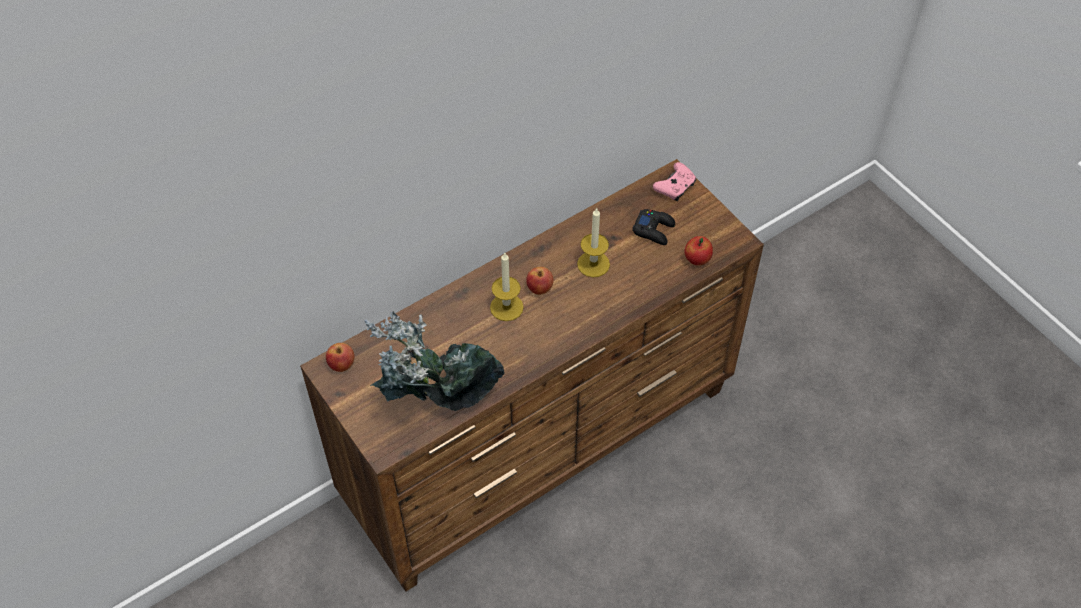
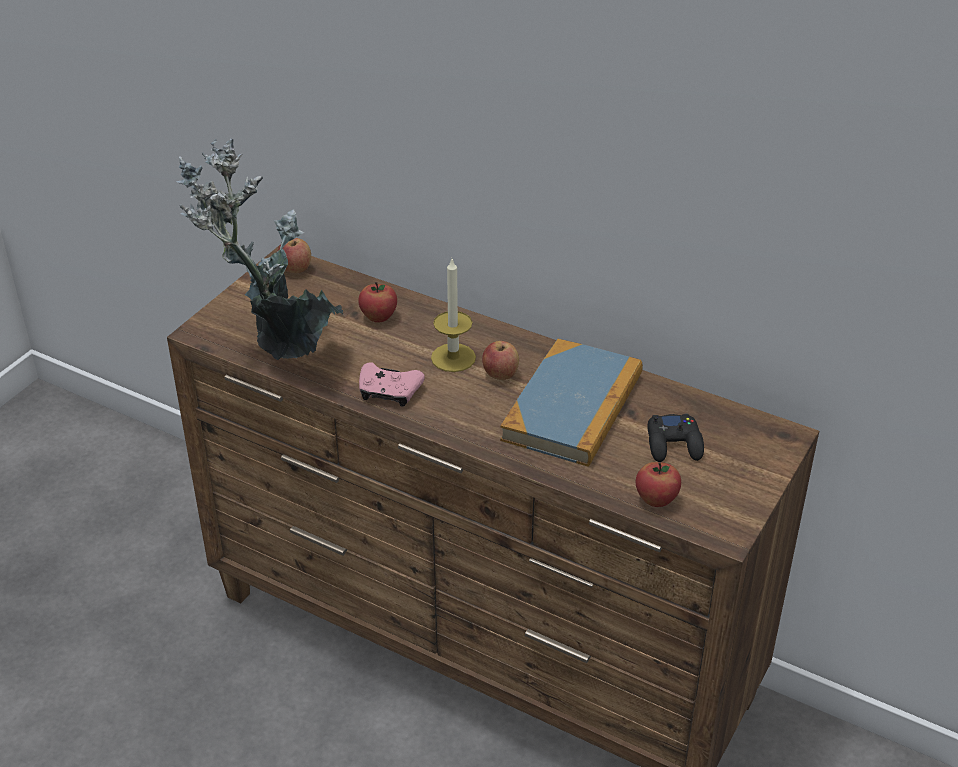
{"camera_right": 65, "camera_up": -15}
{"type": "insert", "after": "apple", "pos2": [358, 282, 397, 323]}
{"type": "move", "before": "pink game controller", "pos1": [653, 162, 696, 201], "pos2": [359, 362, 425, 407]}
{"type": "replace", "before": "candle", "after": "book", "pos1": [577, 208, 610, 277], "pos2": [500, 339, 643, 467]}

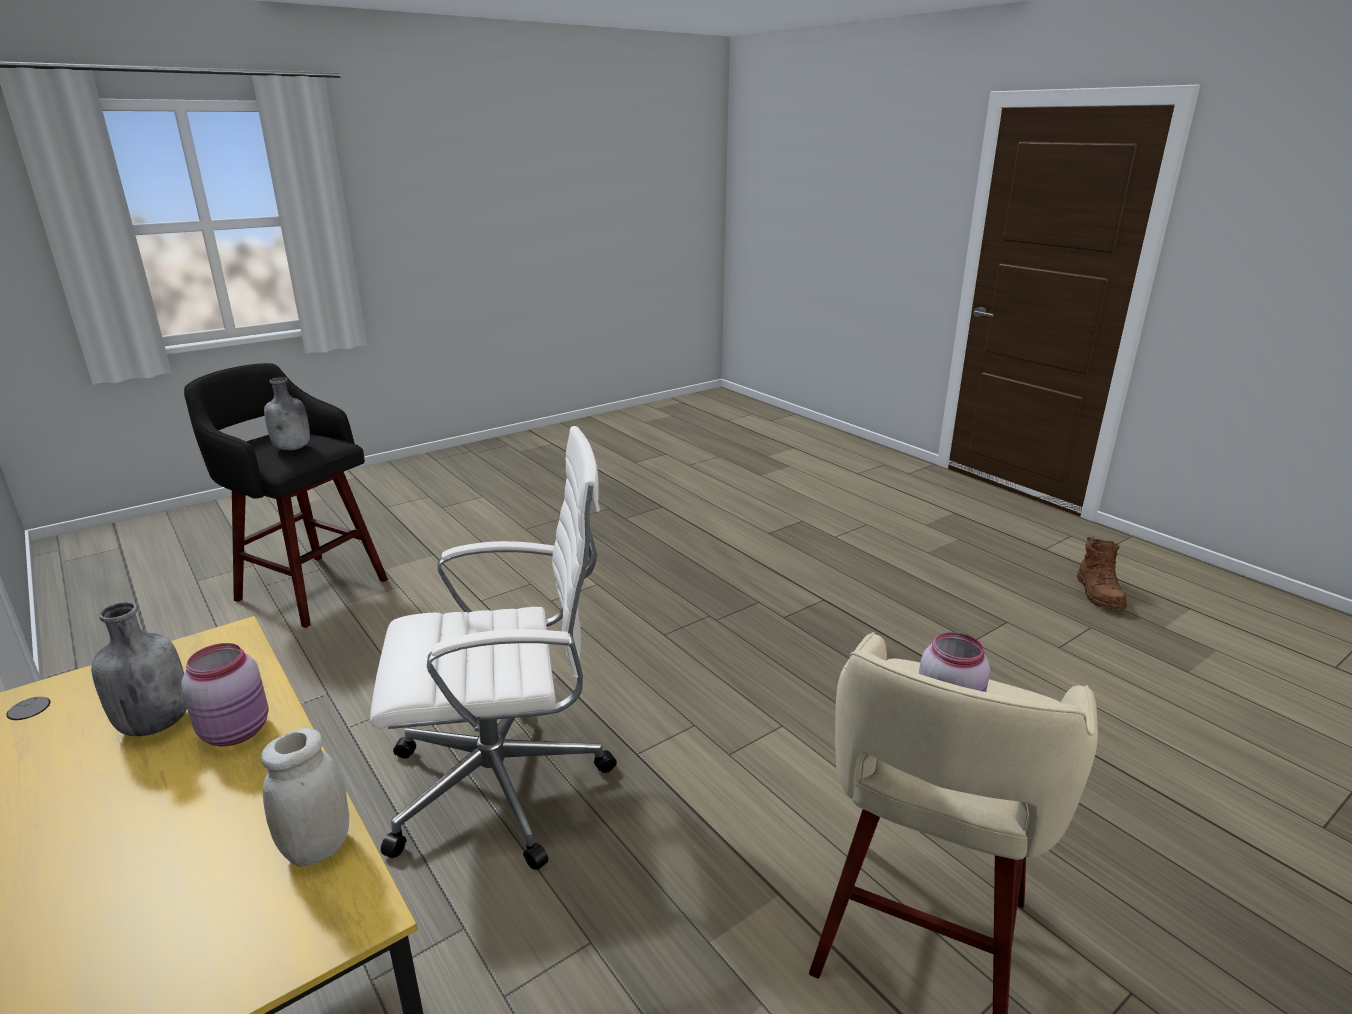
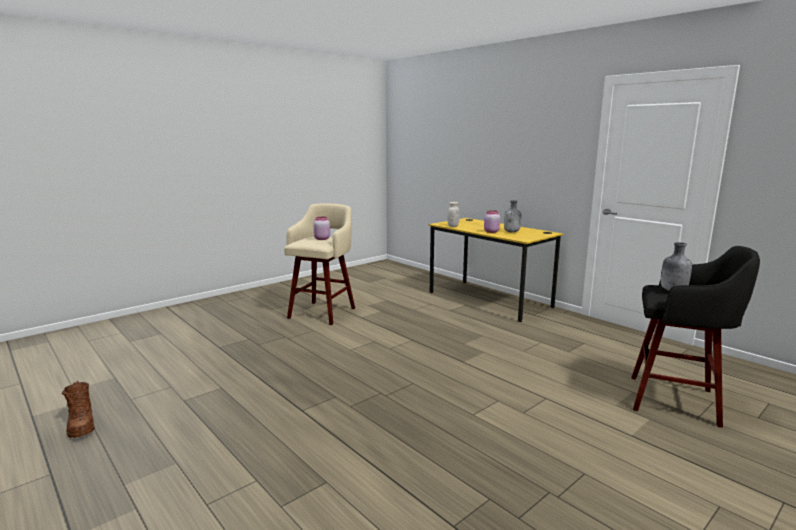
{"camera_right": 175, "camera_up": -10}
{"type": "delete", "before": "white office chair", "pos1": [370, 426, 617, 870]}
{"type": "rotate", "before": "brown boot", "pos1": [1077, 537, 1127, 609], "pos2": [62, 381, 95, 438], "turn": 150}

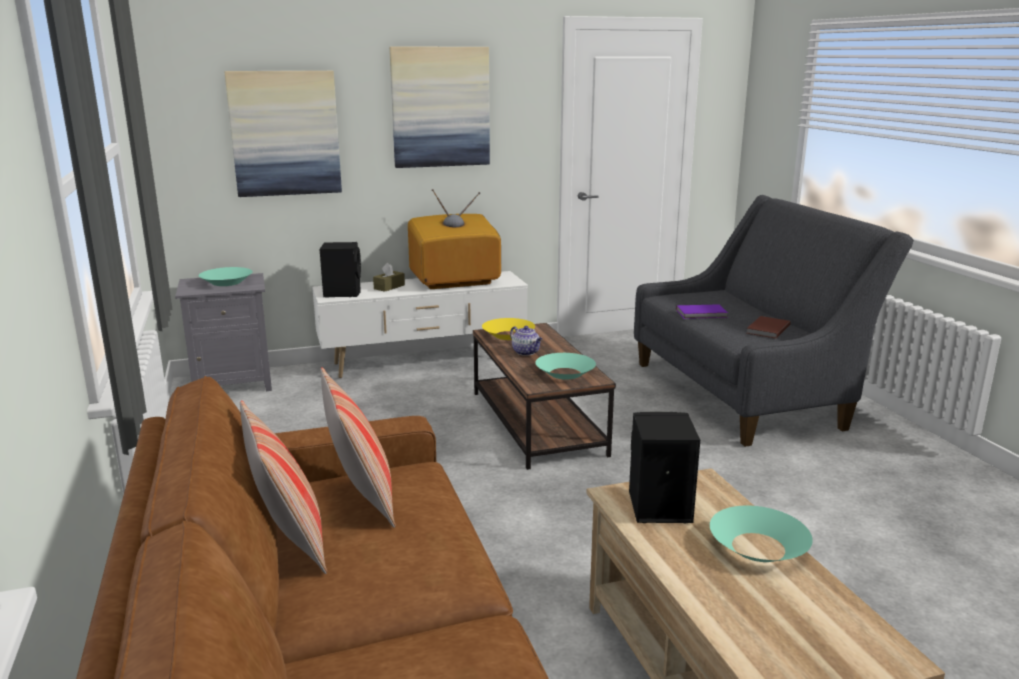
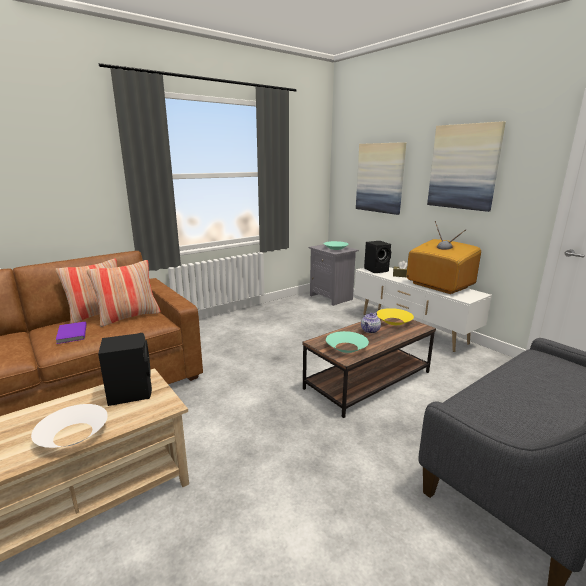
{"camera_right": 70, "camera_up": 0}
{"type": "delete", "before": "brown book", "pos1": [747, 316, 791, 339]}
{"type": "move", "before": "purple book", "pos1": [676, 304, 728, 319], "pos2": [56, 322, 87, 344]}
{"type": "recolor", "before": "turquoise bowl", "after": "white bowl", "pos1": [710, 506, 813, 562], "pos2": [31, 404, 108, 448]}

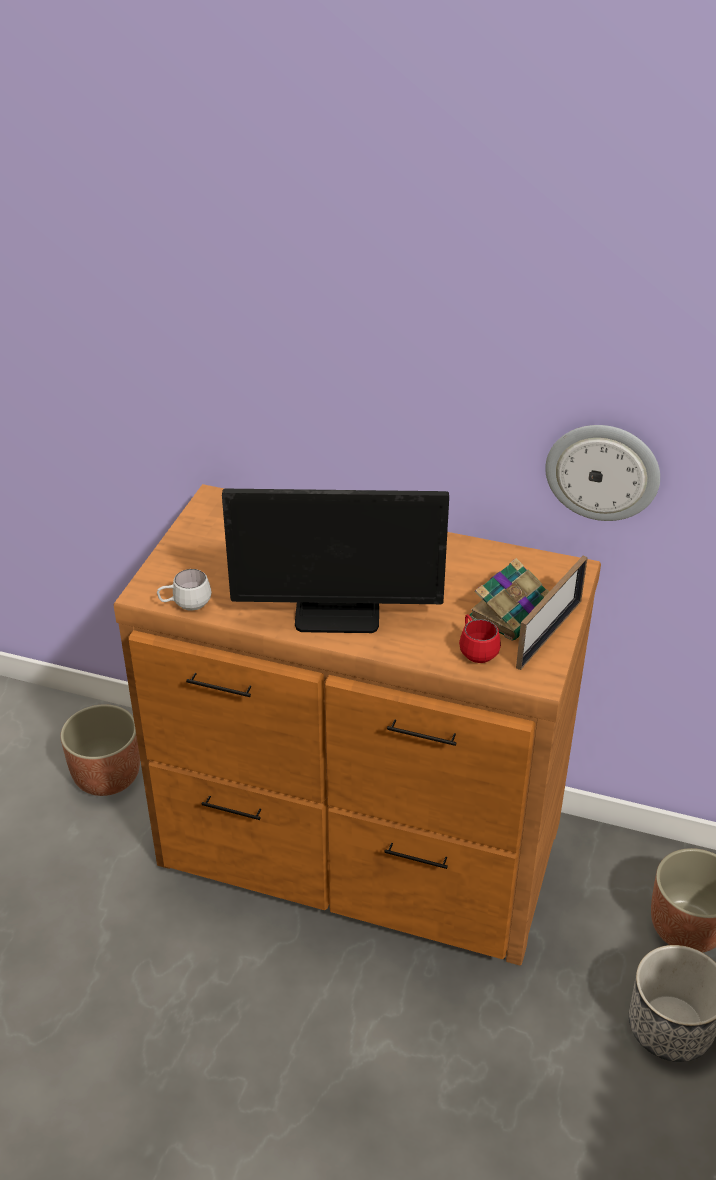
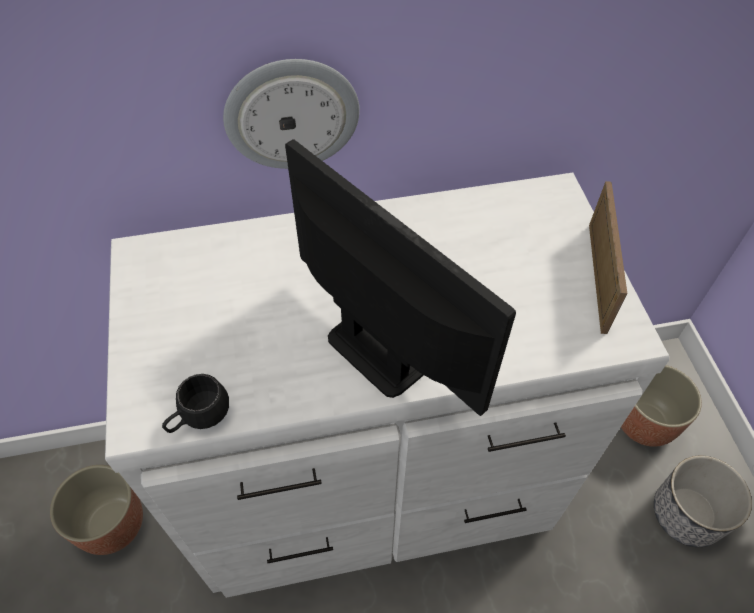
{"camera_right": -30, "camera_up": 15}
{"type": "delete", "before": "red mug", "pos1": [459, 615, 501, 663]}
{"type": "delete", "before": "book", "pos1": [469, 558, 550, 641]}
{"type": "move", "before": "wall clock", "pos1": [545, 425, 660, 521], "pos2": [223, 59, 360, 169]}
{"type": "recolor", "before": "brown dresser", "after": "white dresser", "pos1": [114, 484, 601, 966], "pos2": [105, 173, 669, 598]}
{"type": "recolor", "before": "white mug", "after": "black mug", "pos1": [157, 569, 212, 611], "pos2": [162, 374, 229, 433]}
{"type": "rotate", "before": "monitor", "pos1": [222, 489, 449, 633], "pos2": [285, 139, 516, 416], "turn": -105}

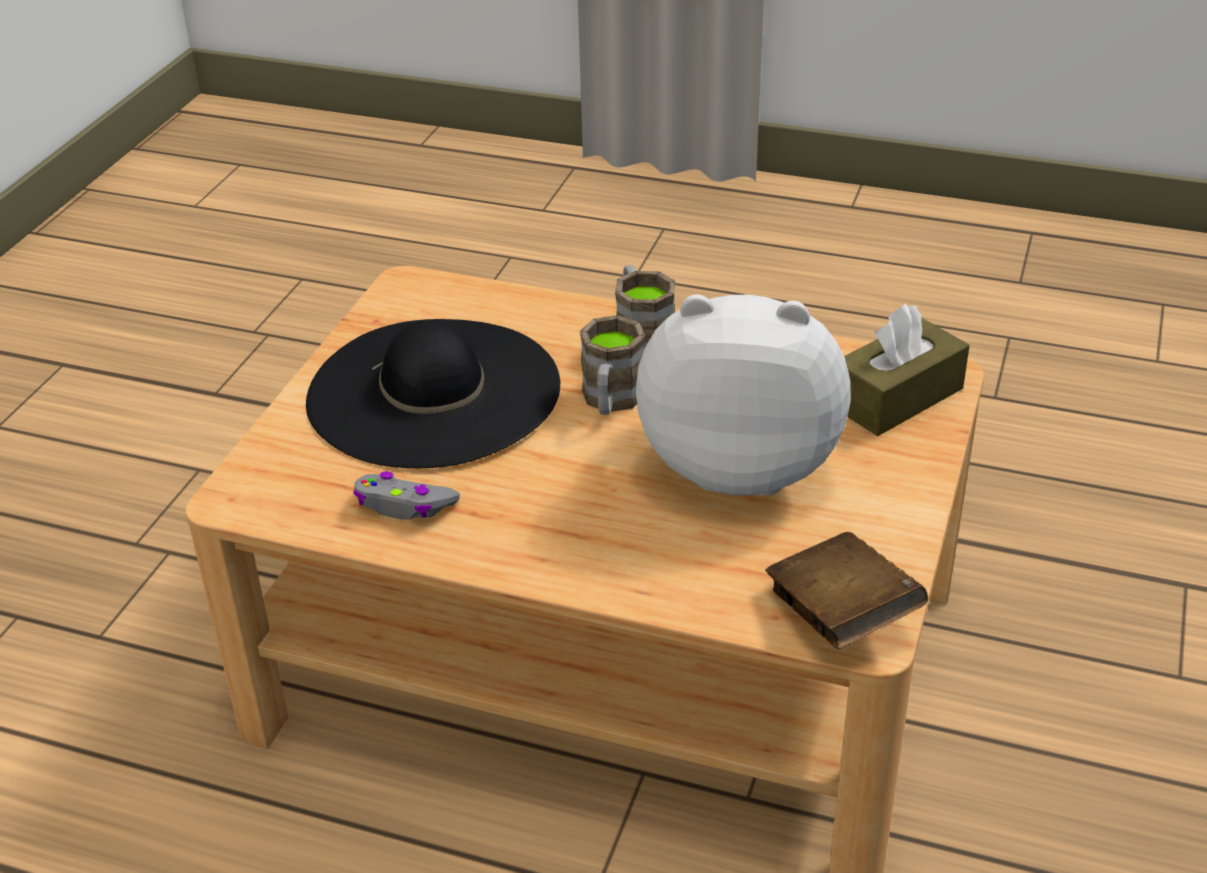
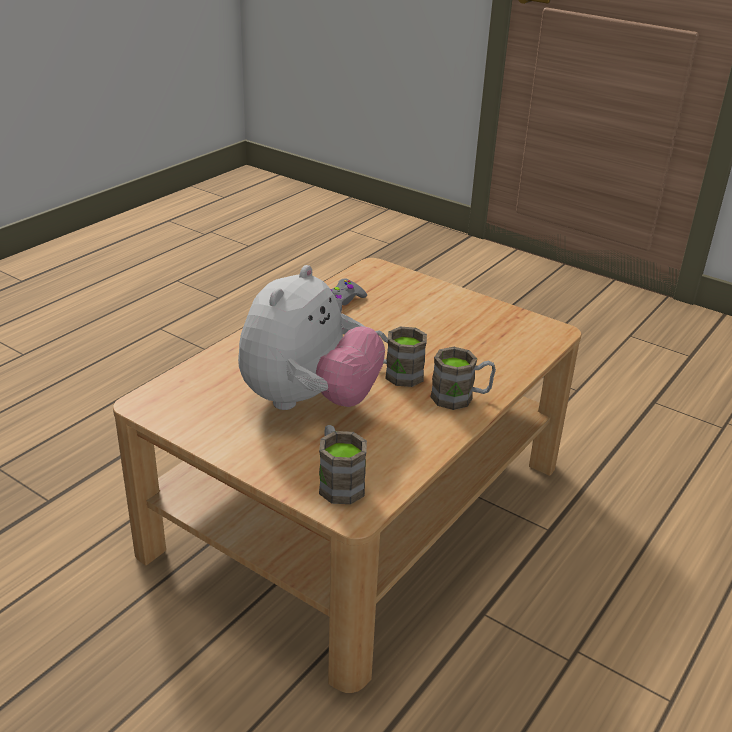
{"camera_right": 105, "camera_up": -5}
{"type": "delete", "before": "black hat", "pos1": [306, 319, 560, 468]}
{"type": "delete", "before": "brown book", "pos1": [765, 532, 928, 649]}
{"type": "replace", "before": "brown tissue box", "after": "brown mug", "pos1": [844, 304, 969, 436], "pos2": [319, 425, 367, 504]}

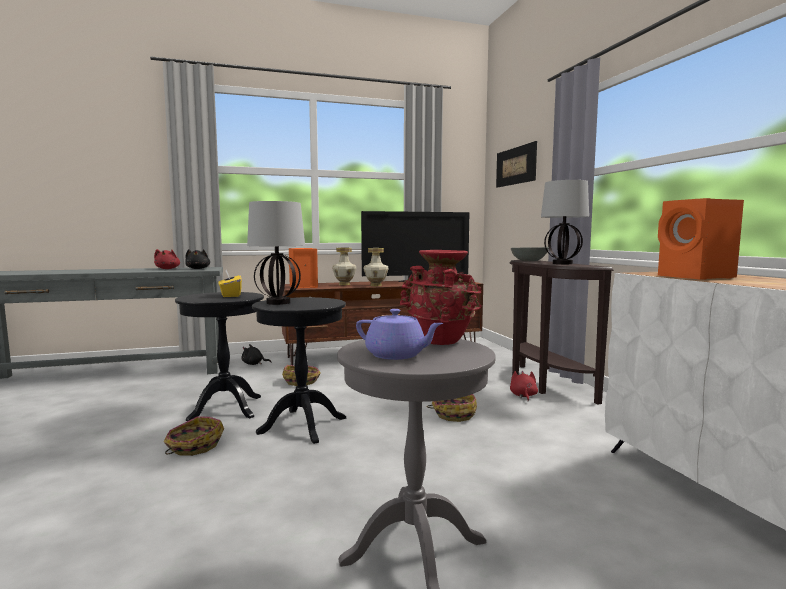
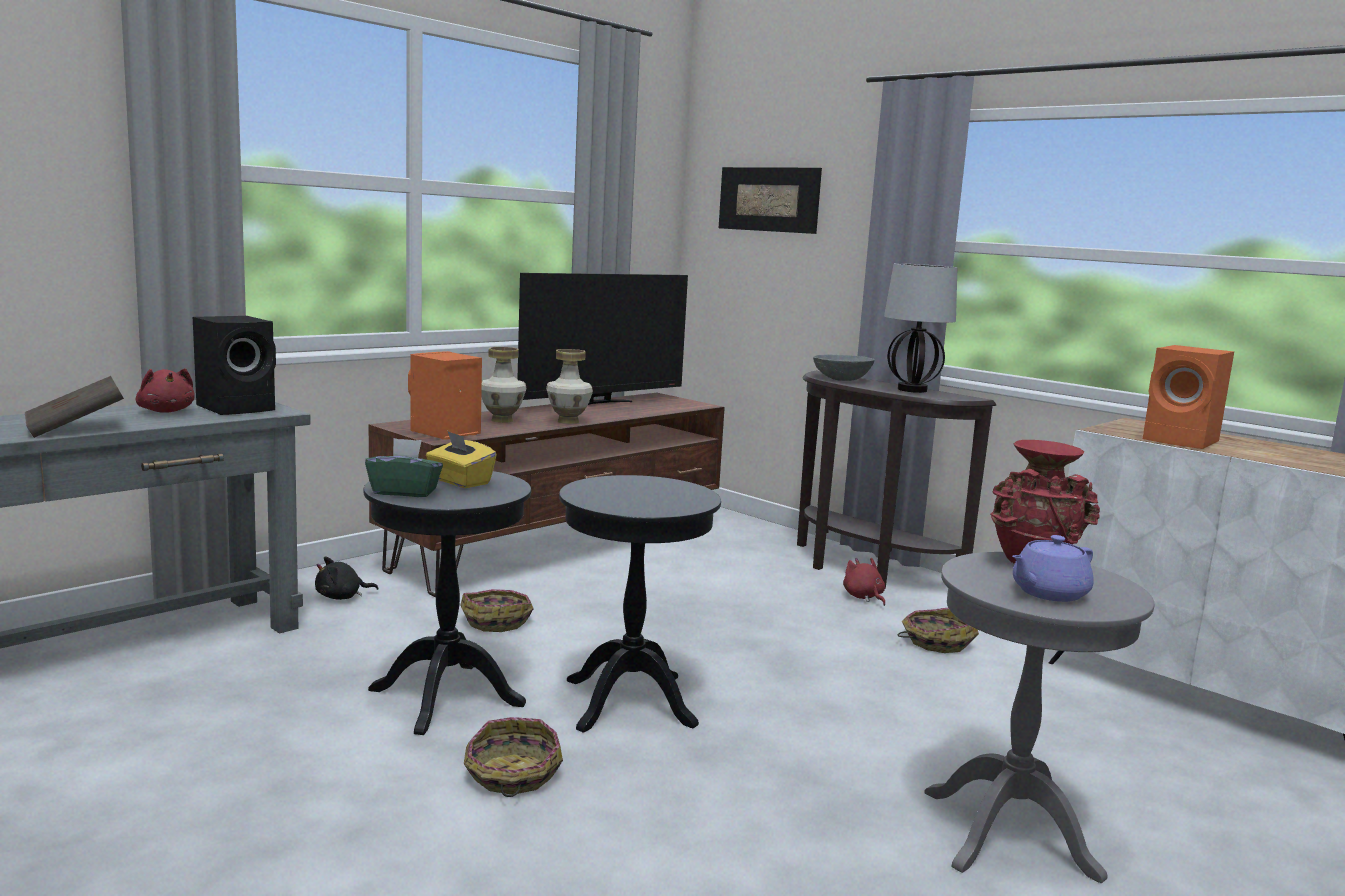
{"camera_right": -30, "camera_up": 5}
{"type": "delete", "before": "table lamp", "pos1": [247, 201, 305, 305]}
{"type": "insert", "after": "brown book", "pos2": [25, 376, 124, 438]}
{"type": "insert", "after": "green tissue box", "pos2": [365, 438, 443, 497]}
{"type": "move", "before": "basket", "pos1": [427, 394, 477, 422], "pos2": [898, 608, 979, 653]}
{"type": "replace", "before": "black plush toy", "after": "black speaker", "pos1": [185, 249, 210, 269], "pos2": [193, 316, 276, 415]}
{"type": "rotate", "before": "purple teapot", "pos1": [356, 309, 443, 360], "pos2": [1012, 535, 1094, 602], "turn": 150}

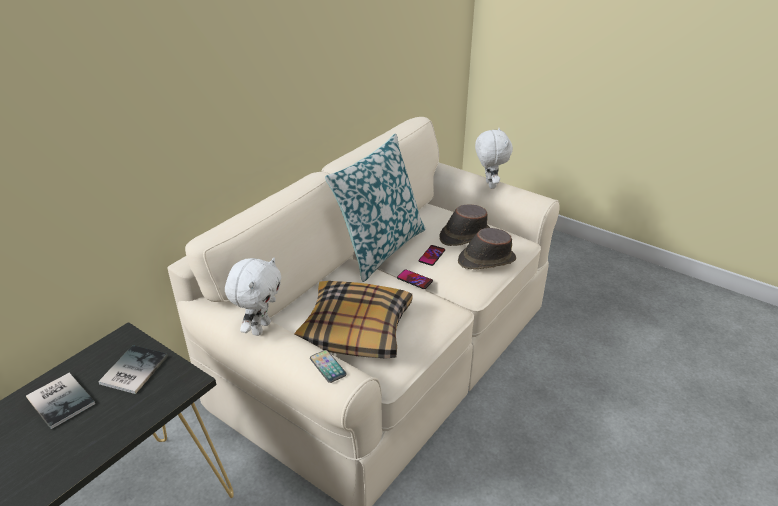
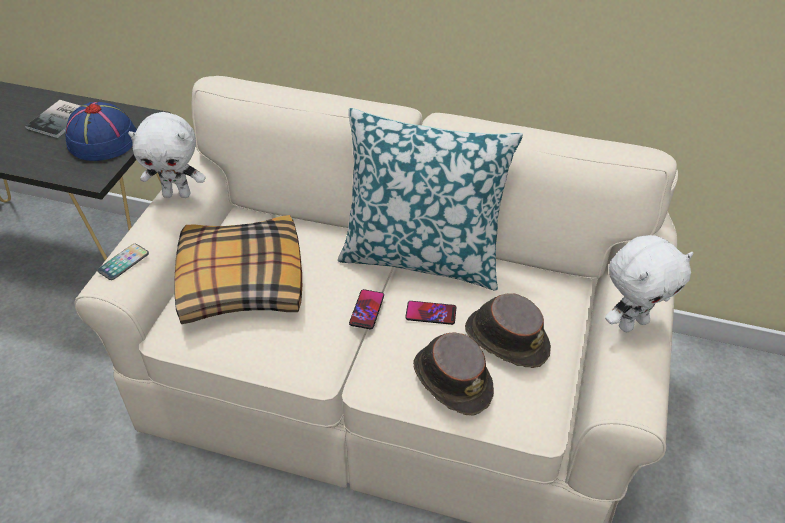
{"camera_right": 70, "camera_up": 10}
{"type": "replace", "before": "book", "after": "blue hat", "pos1": [98, 345, 168, 394], "pos2": [65, 102, 137, 161]}

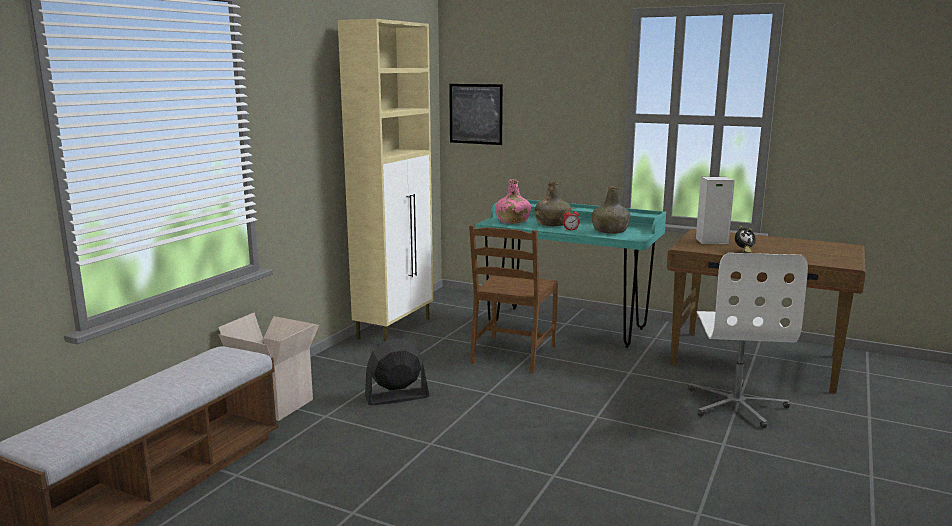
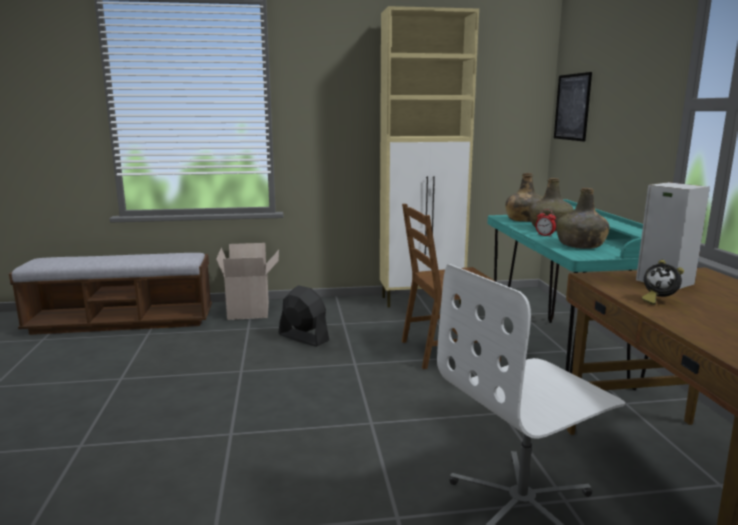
{"camera_right": 55, "camera_up": 0}
{"type": "recolor", "before": "pink bottle", "after": "green bottle", "pos1": [495, 179, 531, 224], "pos2": [505, 173, 543, 222]}

